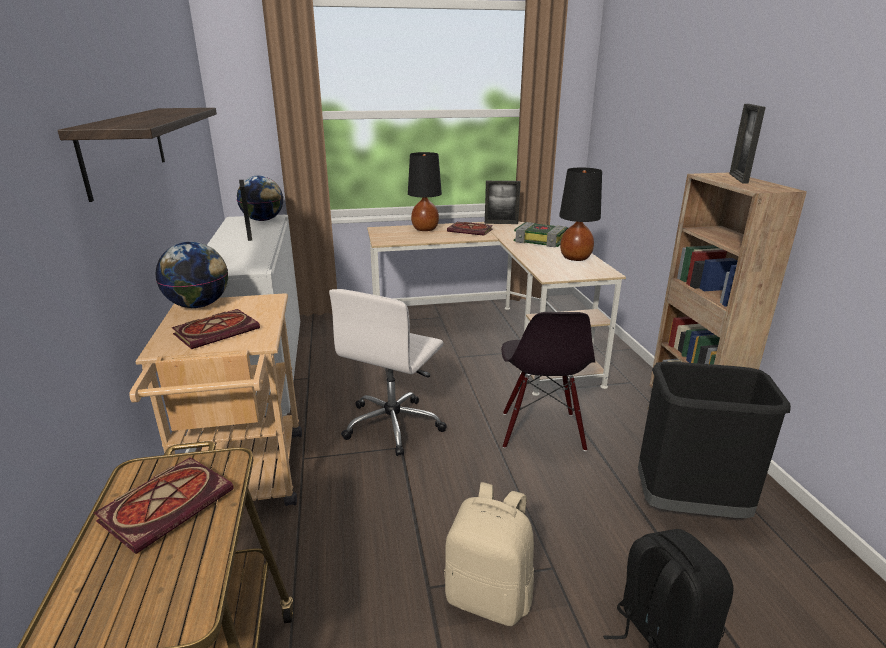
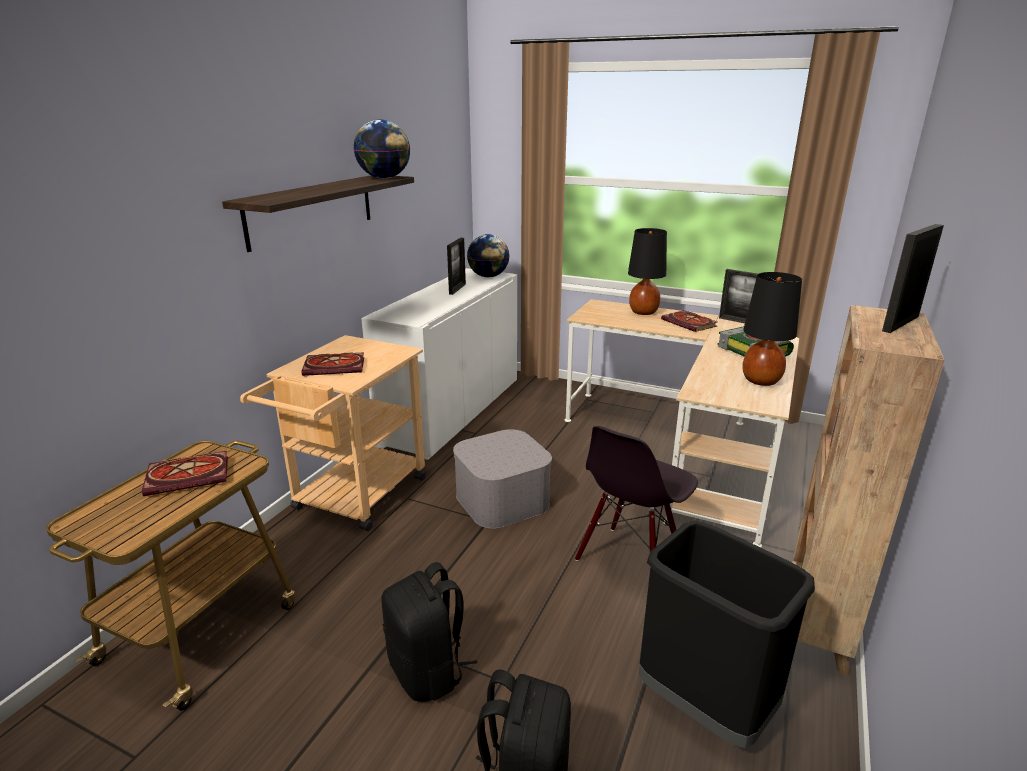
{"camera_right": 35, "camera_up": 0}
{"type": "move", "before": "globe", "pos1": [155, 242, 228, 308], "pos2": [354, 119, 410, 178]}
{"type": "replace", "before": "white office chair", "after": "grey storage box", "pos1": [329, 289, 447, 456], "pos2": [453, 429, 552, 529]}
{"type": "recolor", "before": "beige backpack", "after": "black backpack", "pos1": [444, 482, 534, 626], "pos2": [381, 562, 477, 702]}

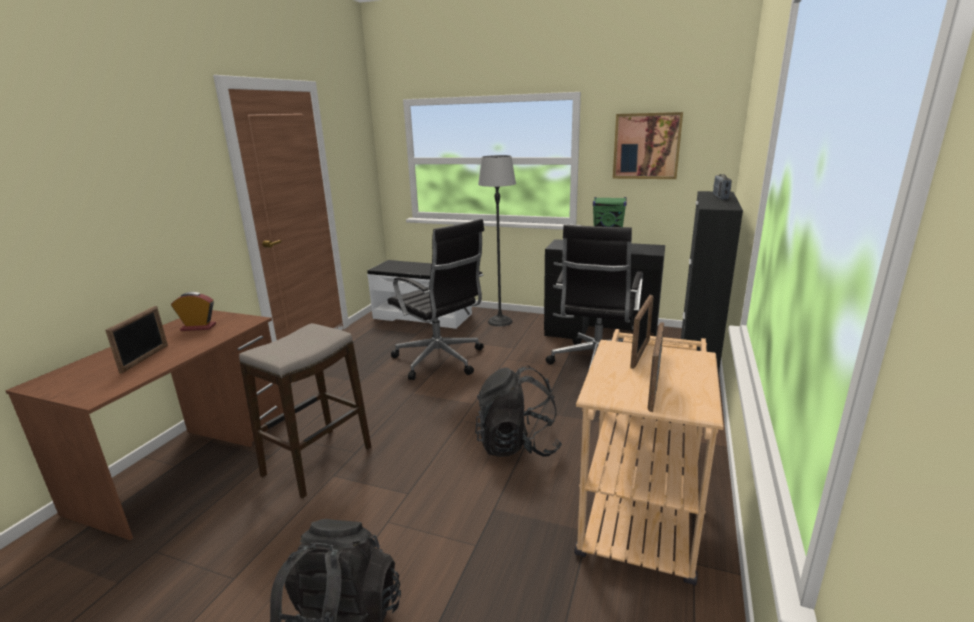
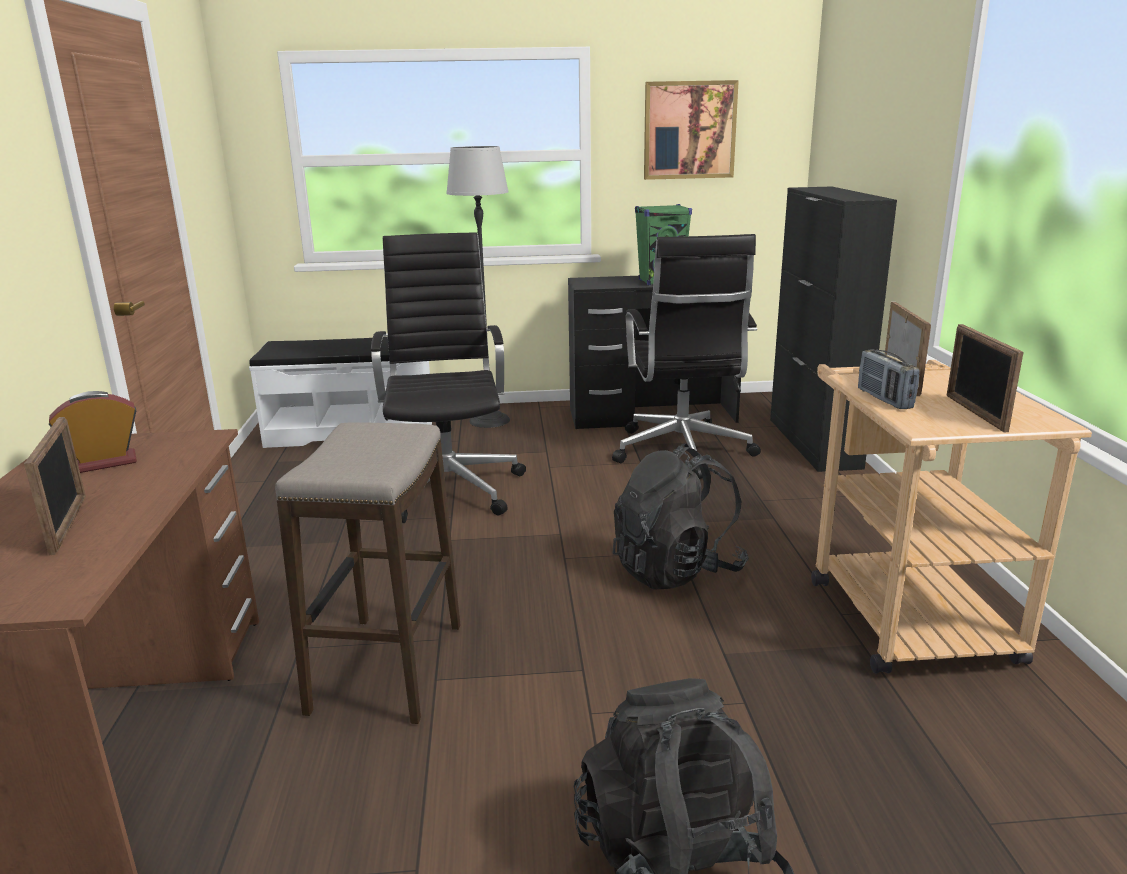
{"camera_right": -25, "camera_up": 0}
{"type": "move", "before": "radio", "pos1": [713, 174, 732, 200], "pos2": [858, 350, 920, 409]}
{"type": "rotate", "before": "black office chair", "pos1": [388, 219, 484, 380], "pos2": [371, 232, 526, 523], "turn": -120}

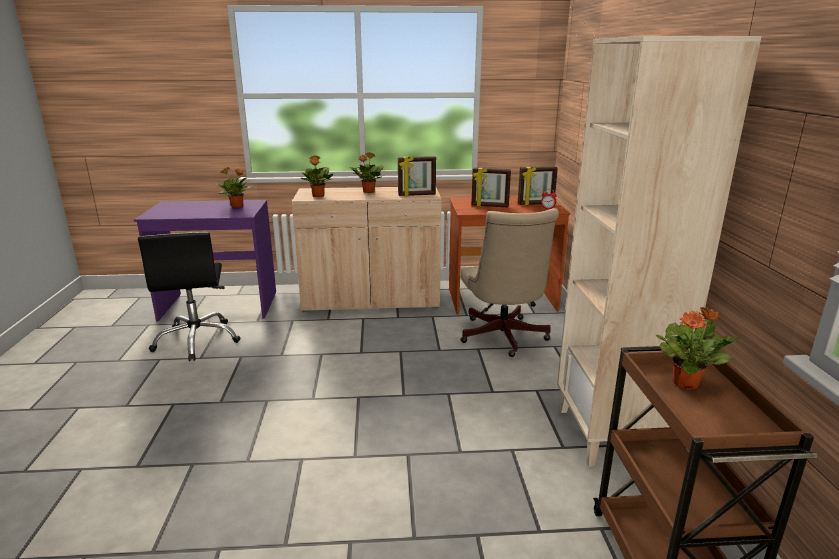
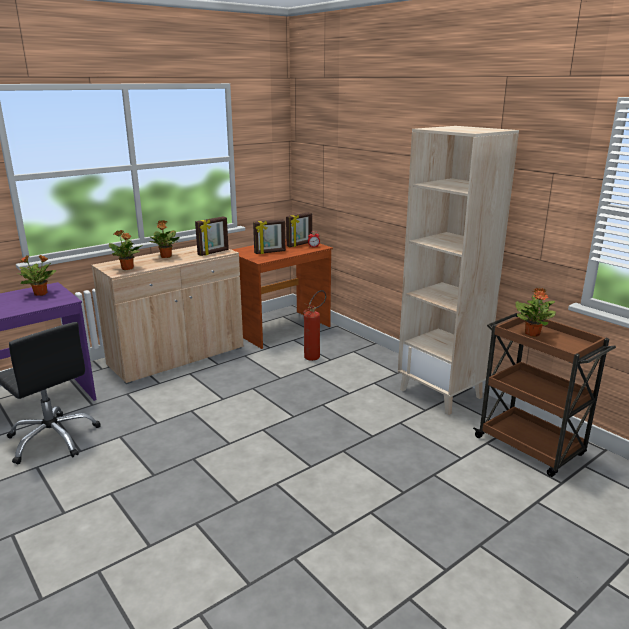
{"camera_right": -35, "camera_up": 0}
{"type": "replace", "before": "beige office chair", "after": "fire extinguisher", "pos1": [461, 208, 559, 357], "pos2": [303, 290, 326, 361]}

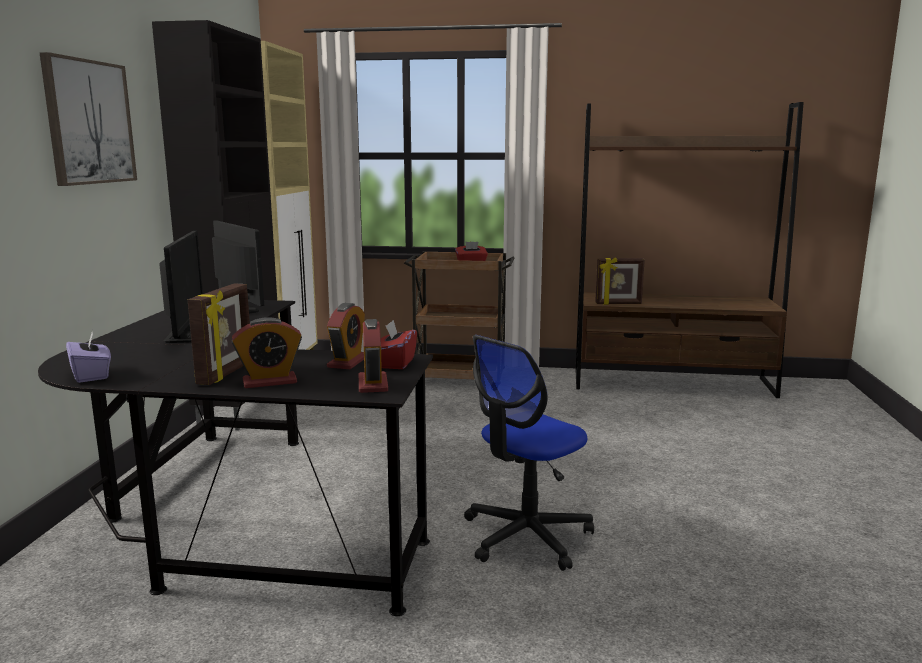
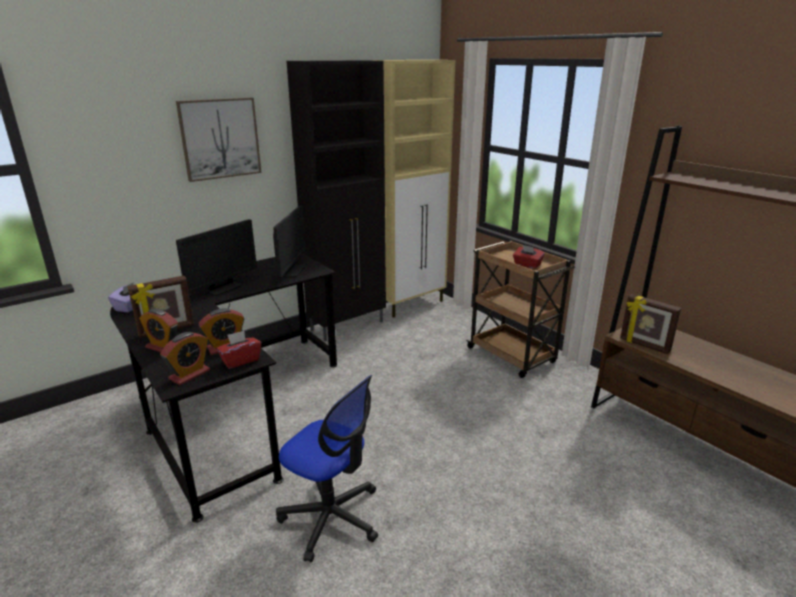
{"camera_right": 45, "camera_up": 10}
{"type": "rotate", "before": "office chair", "pos1": [464, 335, 594, 571], "pos2": [276, 375, 378, 563], "turn": -150}

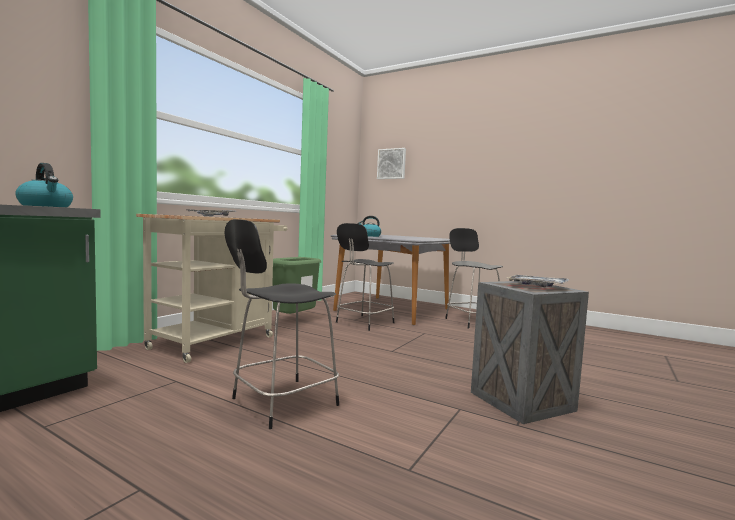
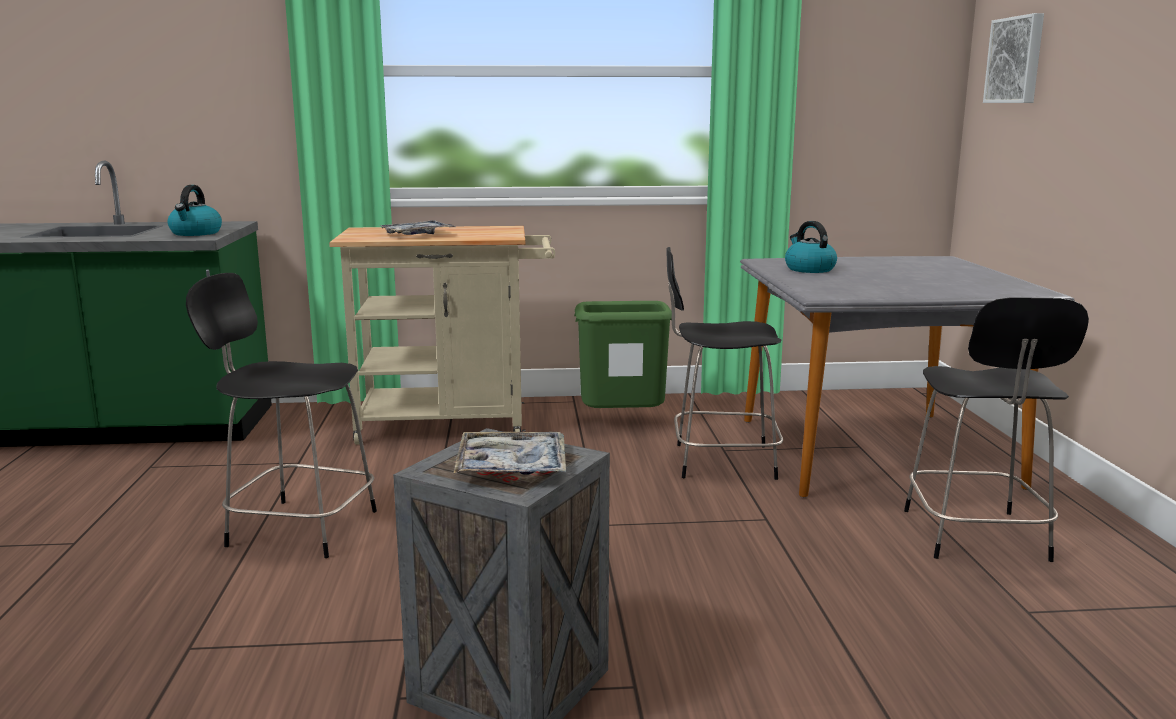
{"camera_right": 55, "camera_up": 10}
{"type": "rotate", "before": "black chair", "pos1": [445, 228, 503, 329], "pos2": [904, 297, 1089, 562], "turn": 150}

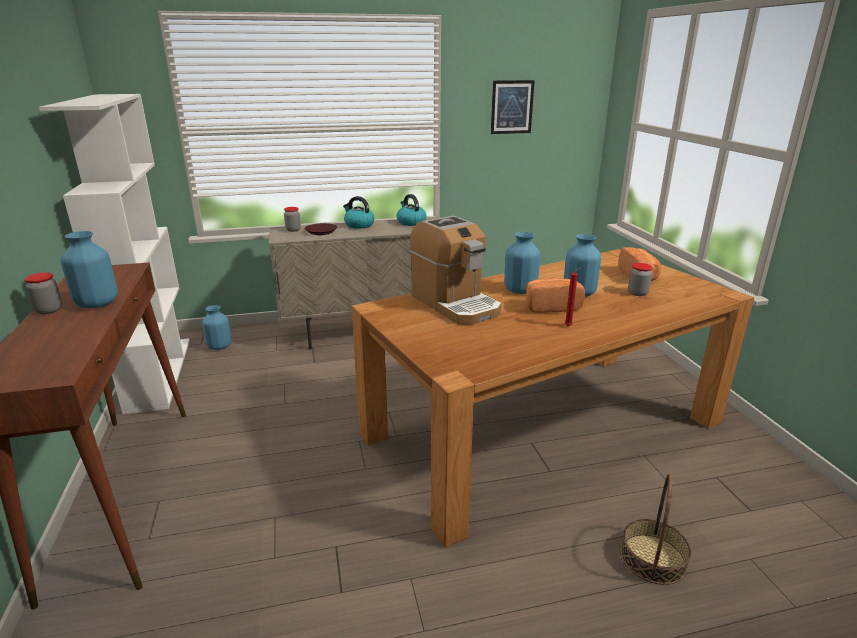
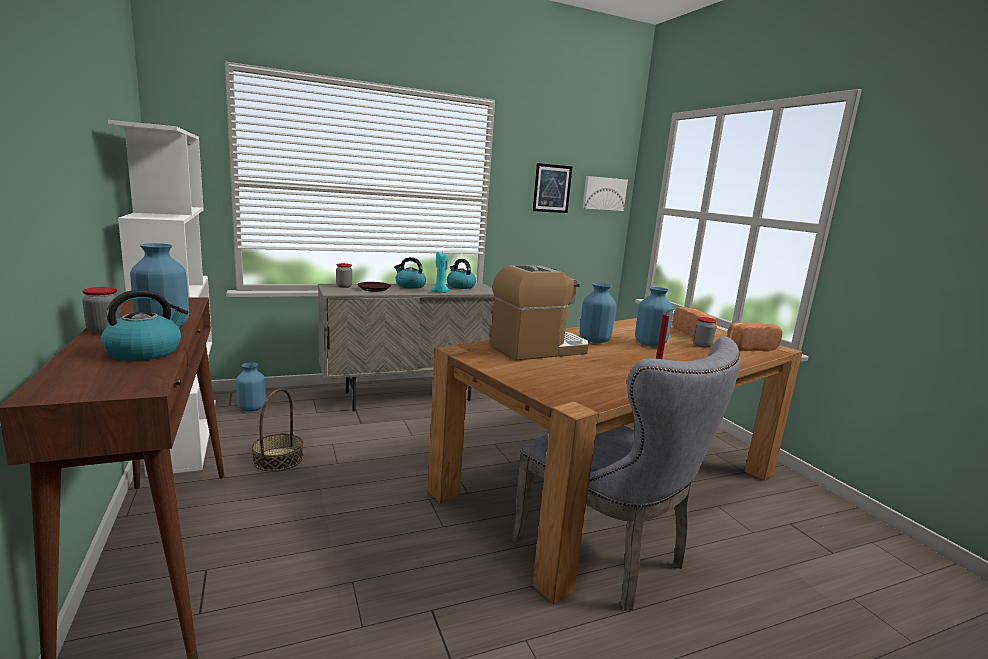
{"camera_right": -10, "camera_up": -10}
{"type": "insert", "after": "kettle", "pos2": [101, 290, 189, 361]}
{"type": "insert", "after": "turquoise candle", "pos2": [431, 252, 449, 293]}
{"type": "insert", "after": "grey chair", "pos2": [512, 336, 740, 611]}
{"type": "insert", "after": "picture", "pos2": [583, 176, 628, 211]}
{"type": "move", "before": "bread", "pos1": [526, 279, 585, 313], "pos2": [727, 323, 782, 351]}
{"type": "move", "before": "basket", "pos1": [620, 474, 691, 585], "pos2": [252, 388, 303, 471]}
{"type": "rotate", "before": "coffee machine", "pos1": [410, 216, 501, 325], "pos2": [491, 265, 588, 360], "turn": -75}

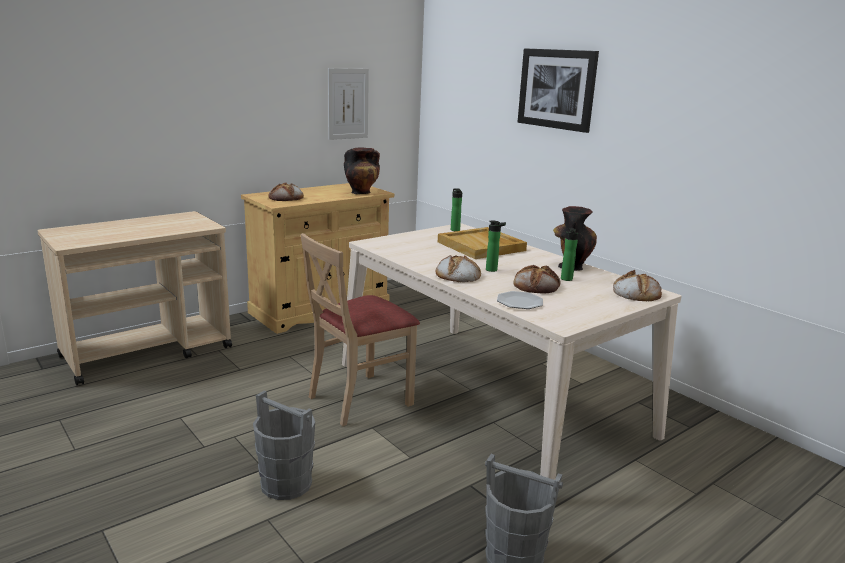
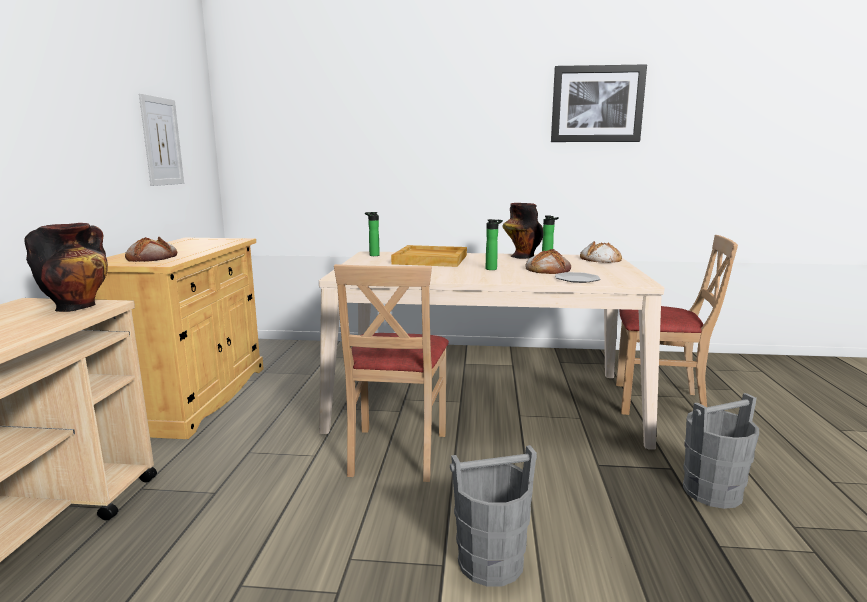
{"camera_right": -45, "camera_up": -5}
{"type": "delete", "before": "bread", "pos1": [435, 255, 481, 282]}
{"type": "insert", "after": "beige chair", "pos2": [616, 235, 738, 415]}
{"type": "move", "before": "vase", "pos1": [344, 147, 380, 194], "pos2": [24, 223, 108, 312]}
{"type": "move", "before": "picture", "pos1": [518, 48, 599, 133], "pos2": [551, 64, 647, 142]}

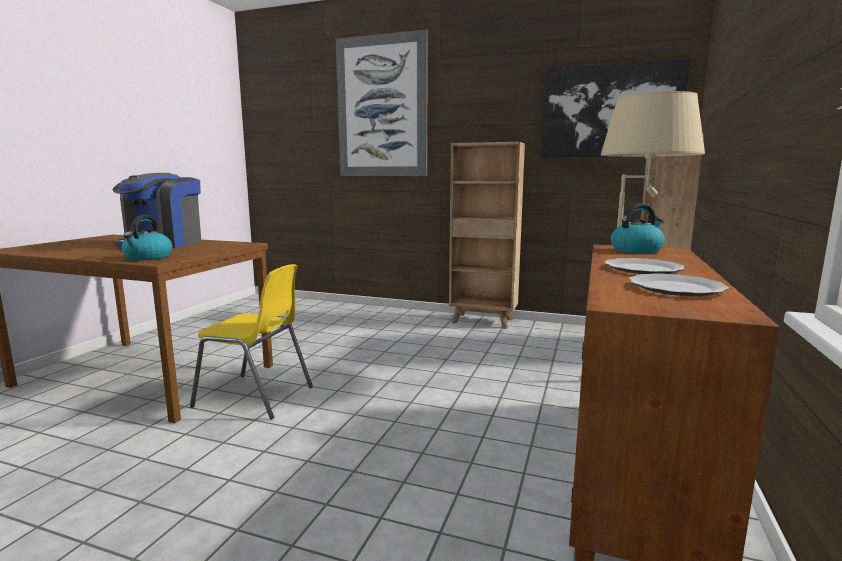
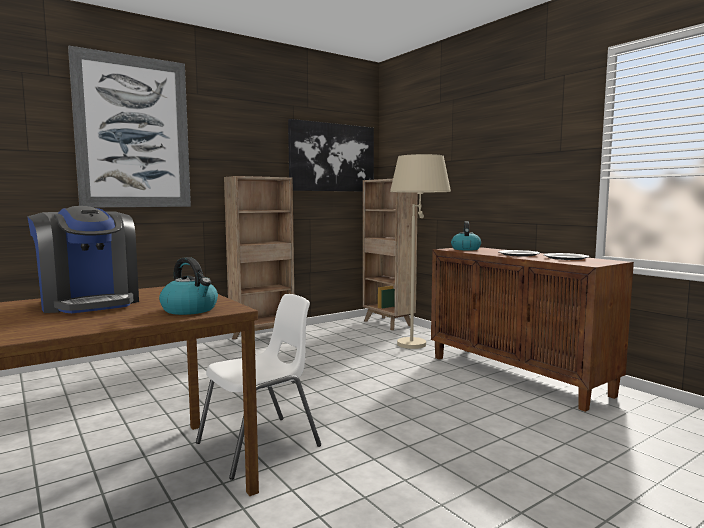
{"camera_right": -55, "camera_up": -5}
{"type": "recolor", "before": "yellow chair", "after": "white chair", "pos1": [190, 264, 313, 419], "pos2": [196, 294, 321, 480]}

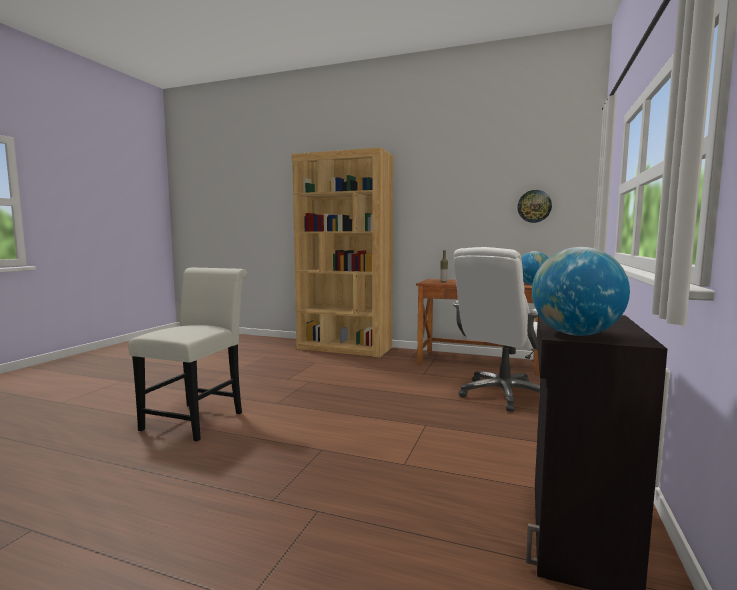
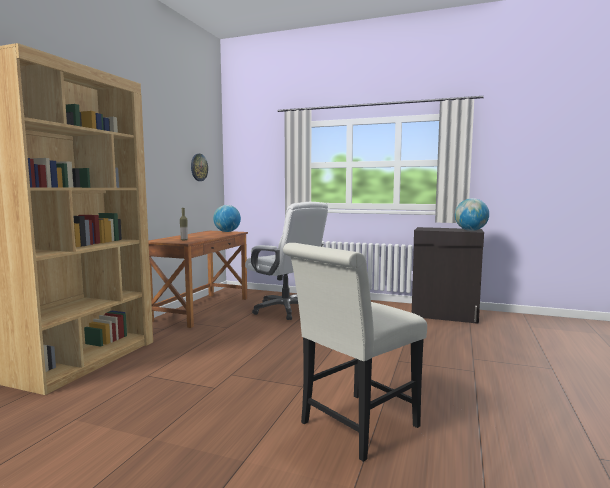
{"camera_right": -90, "camera_up": 0}
{"type": "rotate", "before": "white chair", "pos1": [128, 267, 247, 441], "pos2": [283, 243, 427, 462], "turn": -60}

